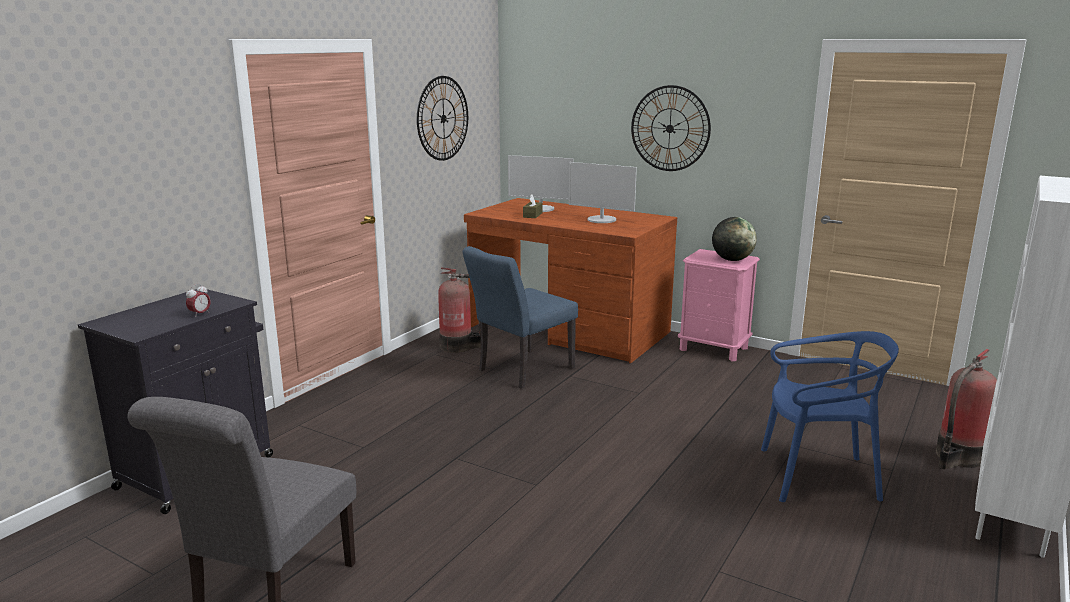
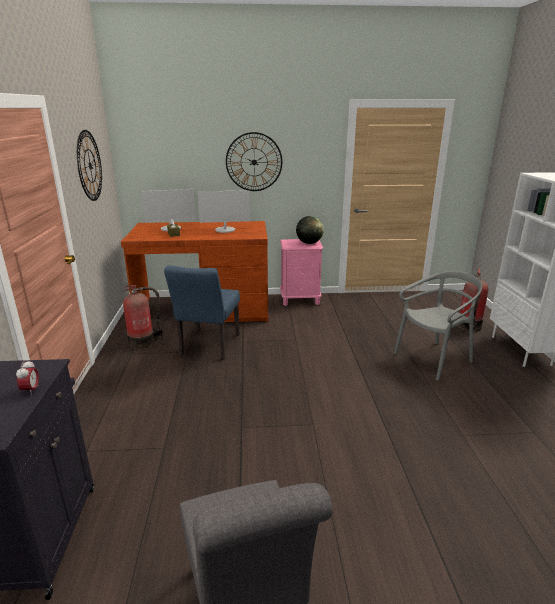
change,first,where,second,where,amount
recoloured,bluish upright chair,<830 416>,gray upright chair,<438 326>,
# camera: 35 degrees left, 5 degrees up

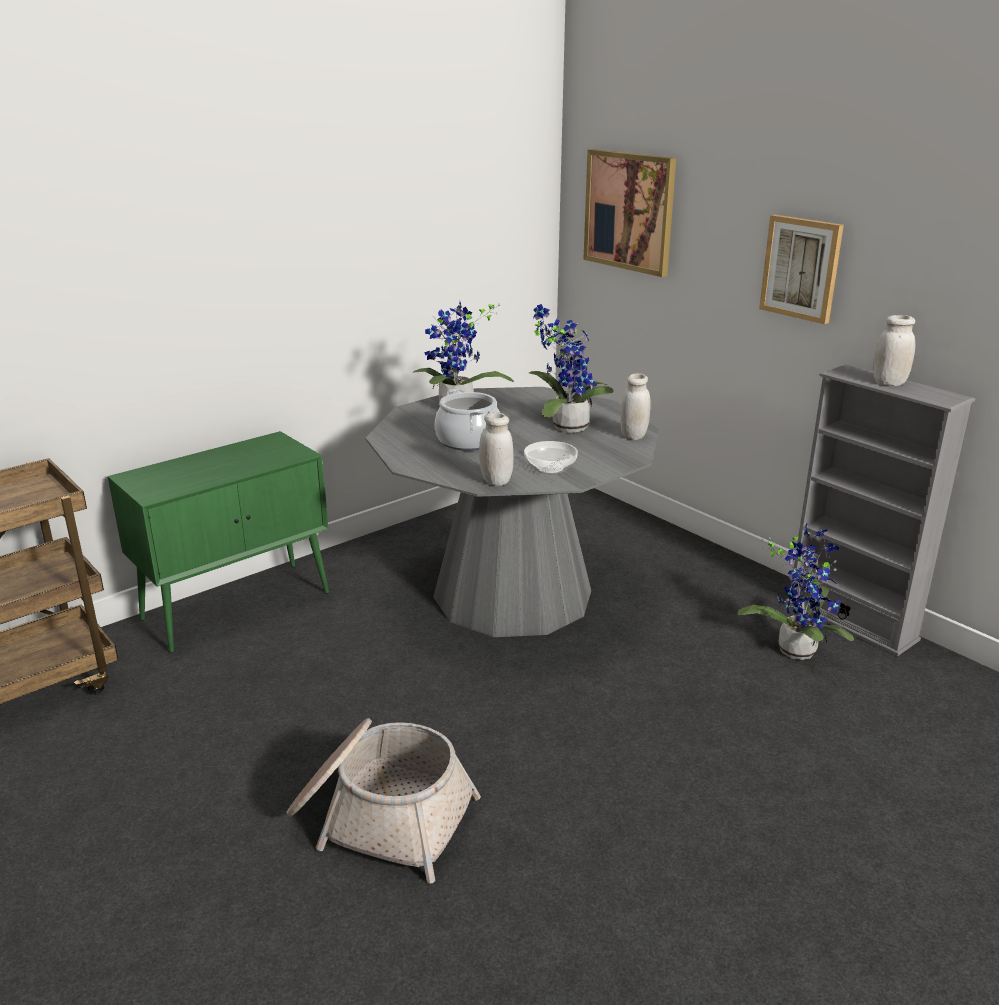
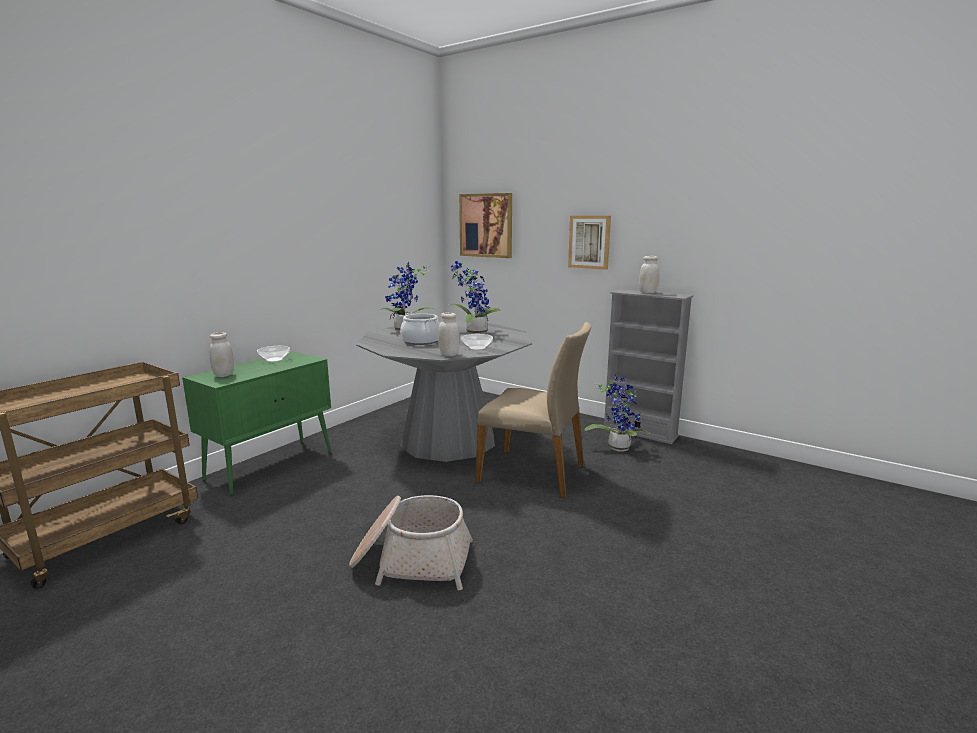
change,first,where,second,where,amount
moved,whitish preserve jar,<636 406>,,<221 354>,
added,,,sand-coloured upright chair,<533 410>,
added,,,deep dish,<273 354>,
# camera: 15 degrees left, 10 degrees down

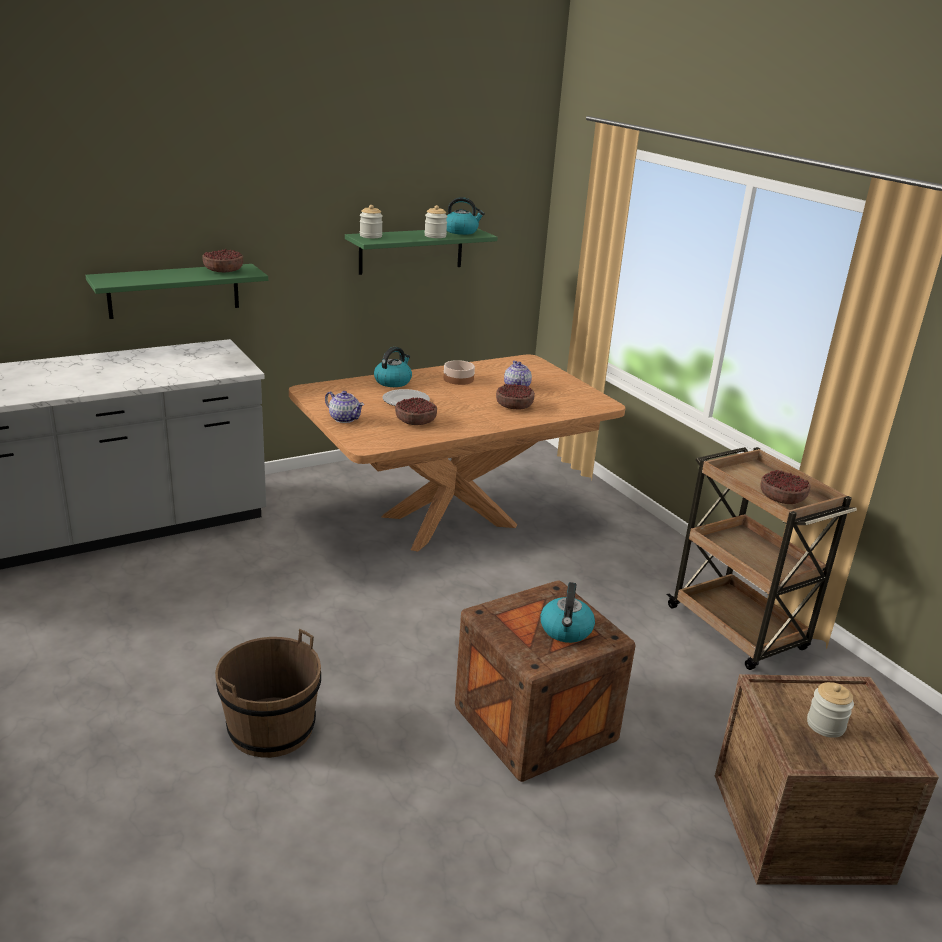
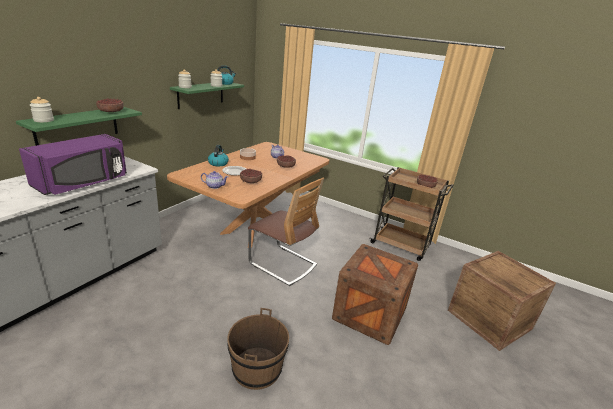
change,first,where,second,where,amount
removed,kettle,<568 612>,,,
moved,preserve jar,<830 710>,,<42 109>,
added,,,purple microwave,<73 164>,
added,,,upright chair,<286 232>,
# camera: 30 degrees left, 0 degrees up

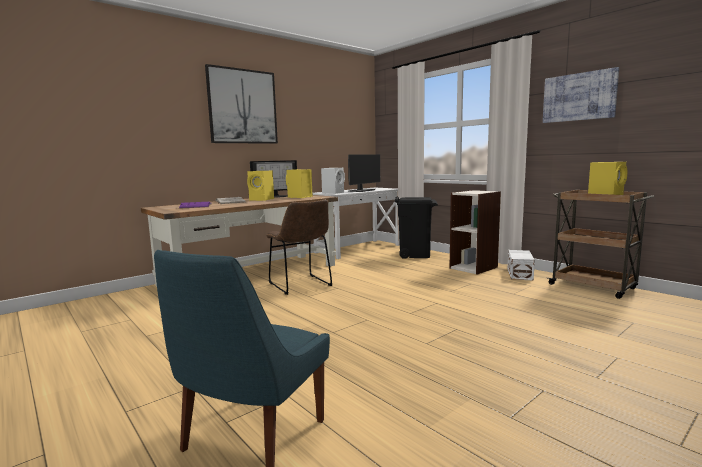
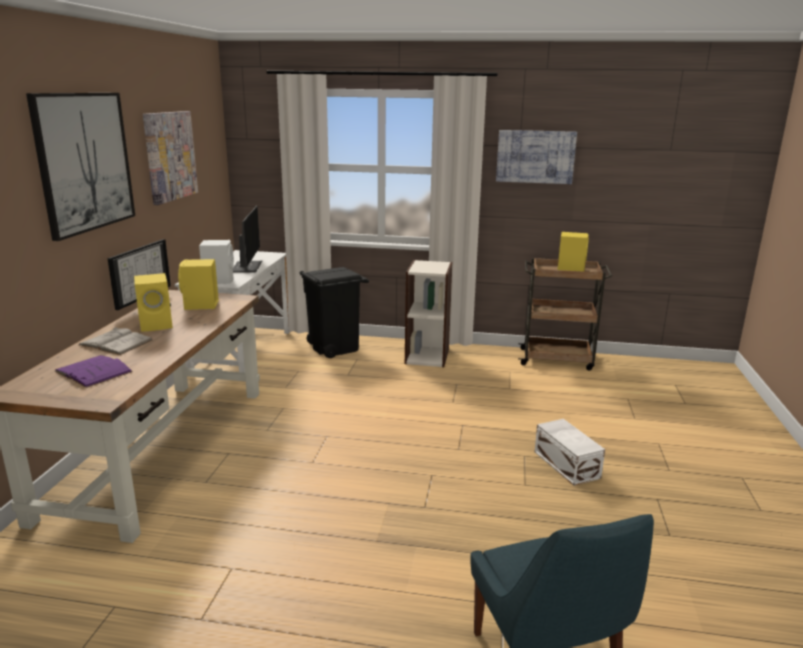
change,first,where,second,where,amount
removed,brownish upright chair,<299 247>,,,
moved,whitish storage bin,<521 265>,,<569 452>,
added,,,wall picture,<170 158>,
# camera: 40 degrees left, 10 degrees up

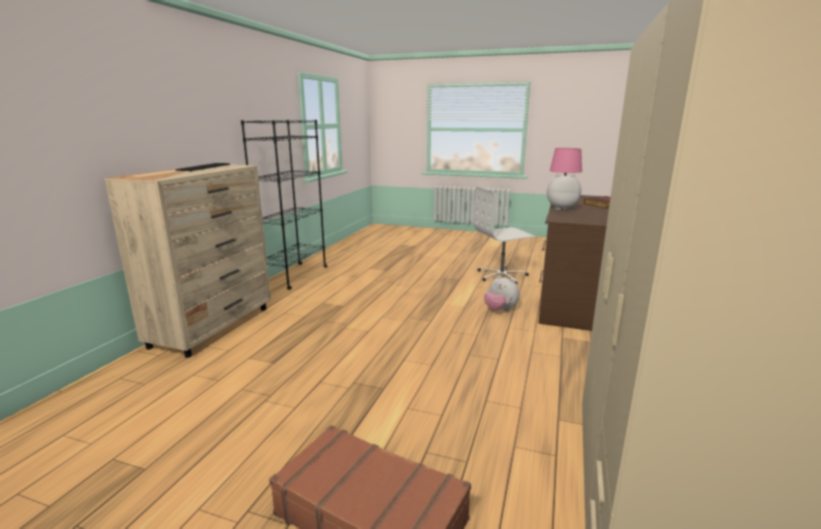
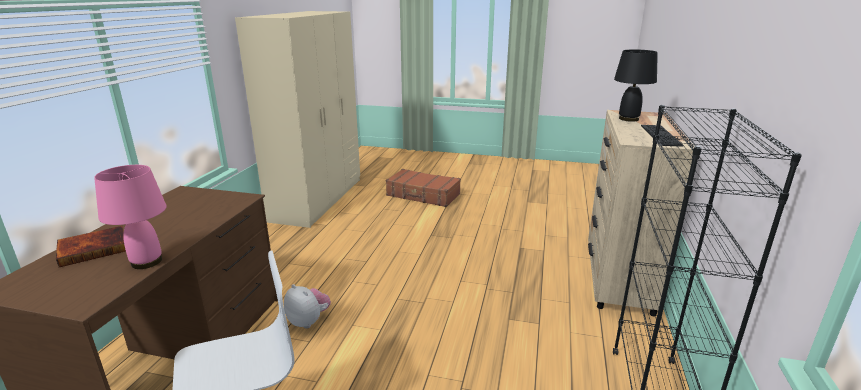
change,first,where,second,where,amount
removed,soft toy,<564 192>,,,
added,,,black tabletop lamp,<636 85>,
# camera: 175 degrees right, 5 degrees up

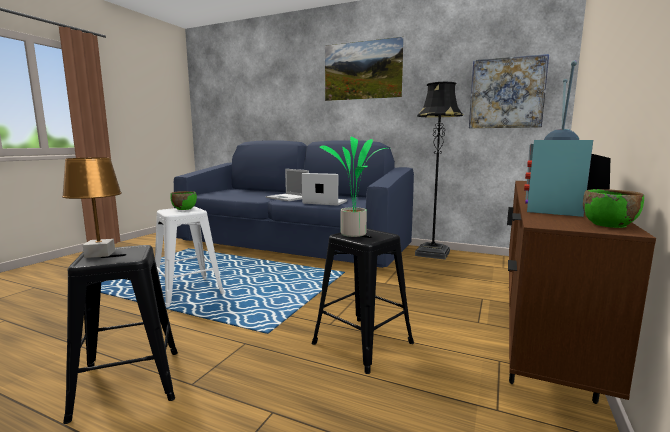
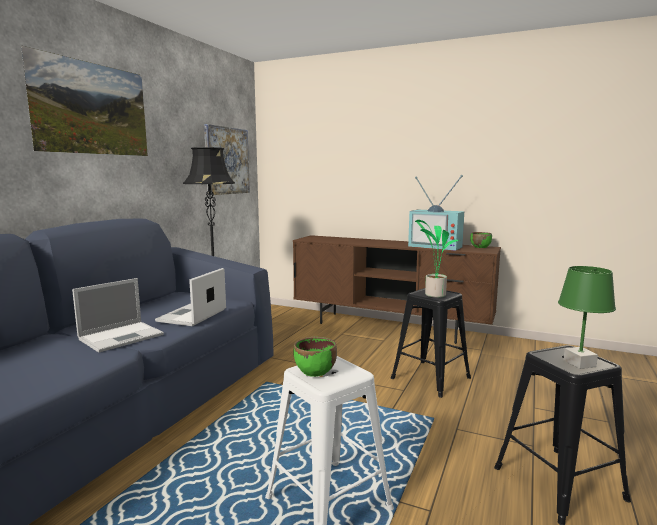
change,first,where,second,where,amount
recoloured,brownish tabletop lamp,<92 207>,greenish tabletop lamp,<587 317>,
# camera: 90 degrees left, 0 degrees up

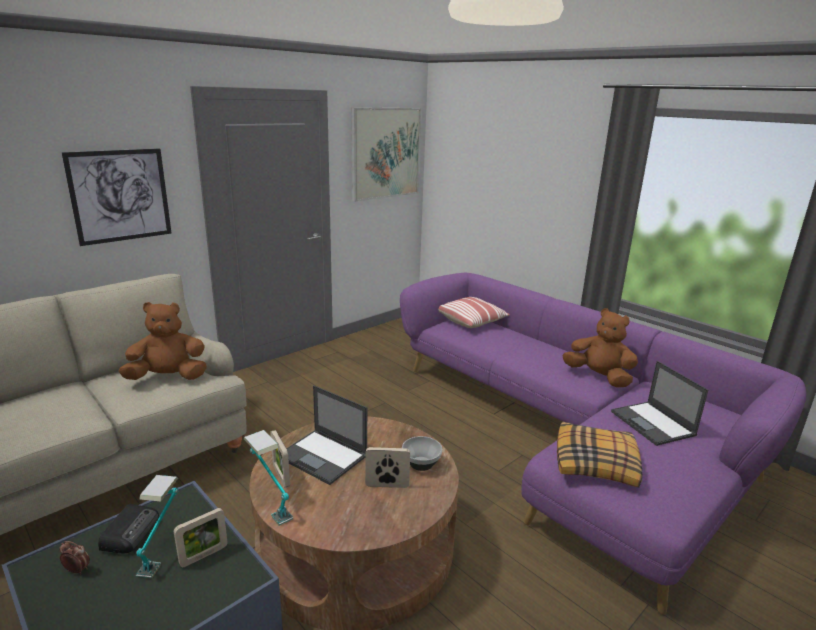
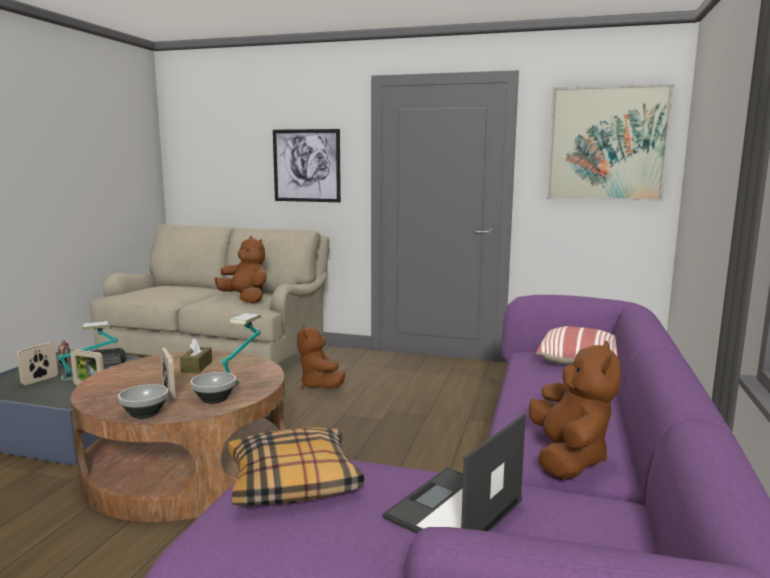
change,first,where,second,where,amount
replaced,notebook computer,<326 435>,brownish tissue holder,<196 355>,
moved,tabletop lamp,<268 477>,,<241 350>,
moved,photo frame,<280 459>,,<37 364>,
added,,,brownish soft toy,<321 357>,
added,,,deep dish,<143 401>,
# camera: 60 degrees right, 10 degrees down

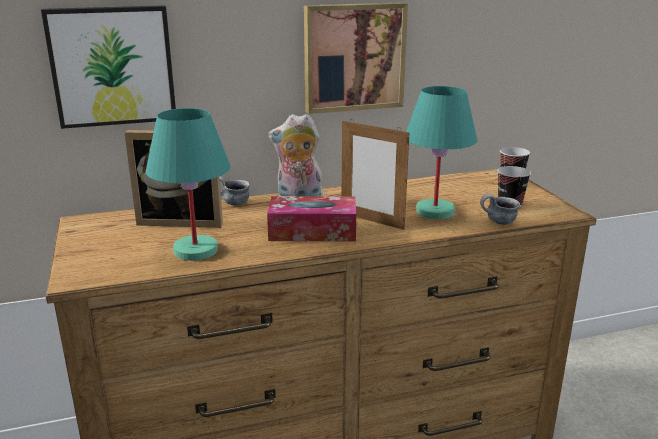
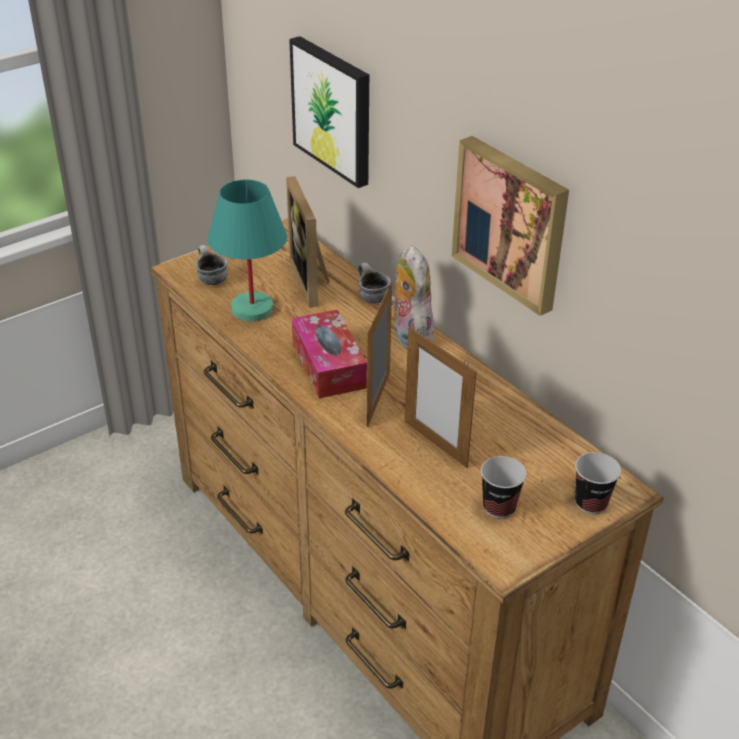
change,first,where,second,where,amount
replaced,turquoise-coloured tabletop lamp,<441 152>,photo frame,<441 397>,
moved,coffee mug,<500 209>,,<212 265>,
# camera: 70 degrees right, 15 degrees up

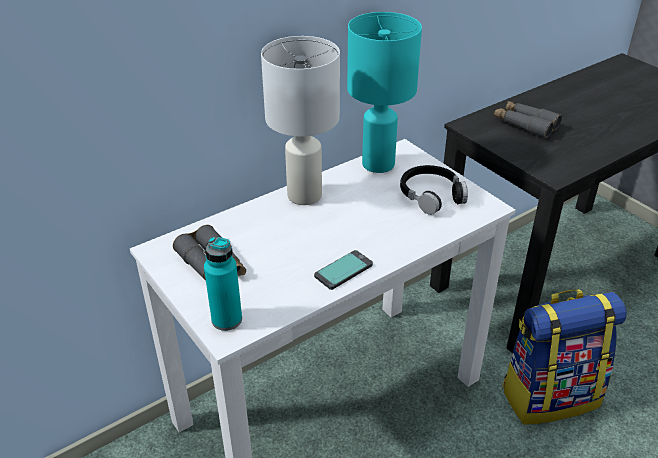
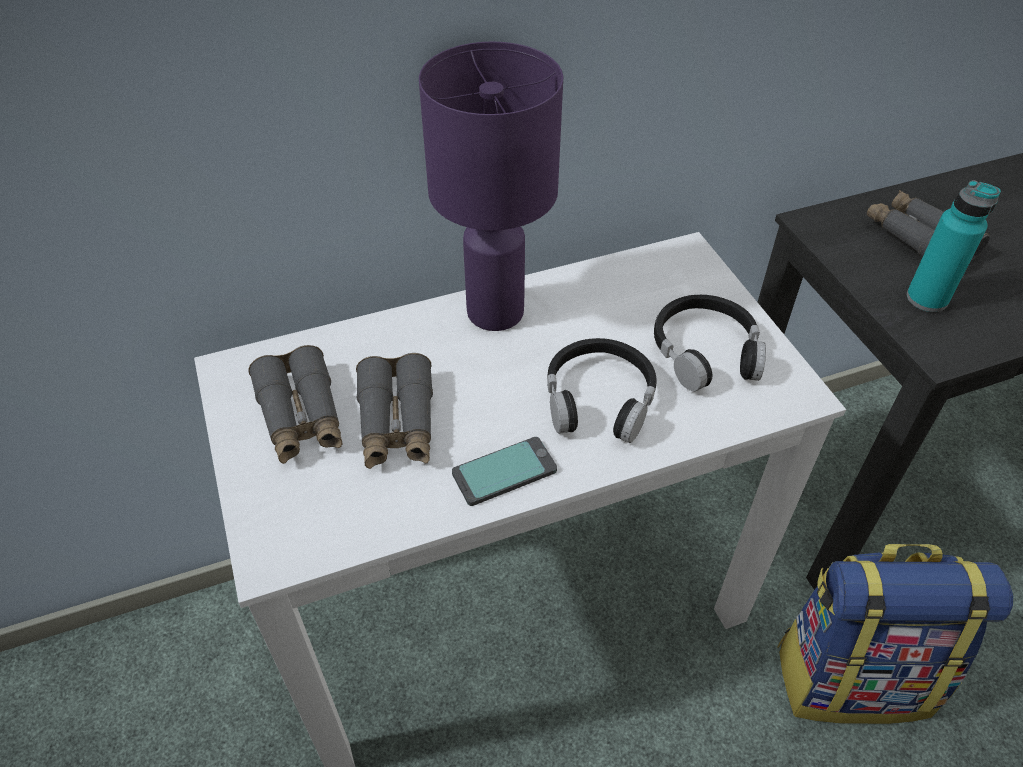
change,first,where,second,where,amount
removed,turquoise-coloured tabletop lamp,<384 92>,,,
recoloured,whitish tabletop lamp,<300 120>,purple tabletop lamp,<491 186>,
moved,turquoise-coloured beverage bottle,<223 284>,,<954 246>,
added,,,black pair of headphones,<602 390>,
added,,,gray binoculars,<394 411>,
# camera: 15 degrees right, 10 degrees up

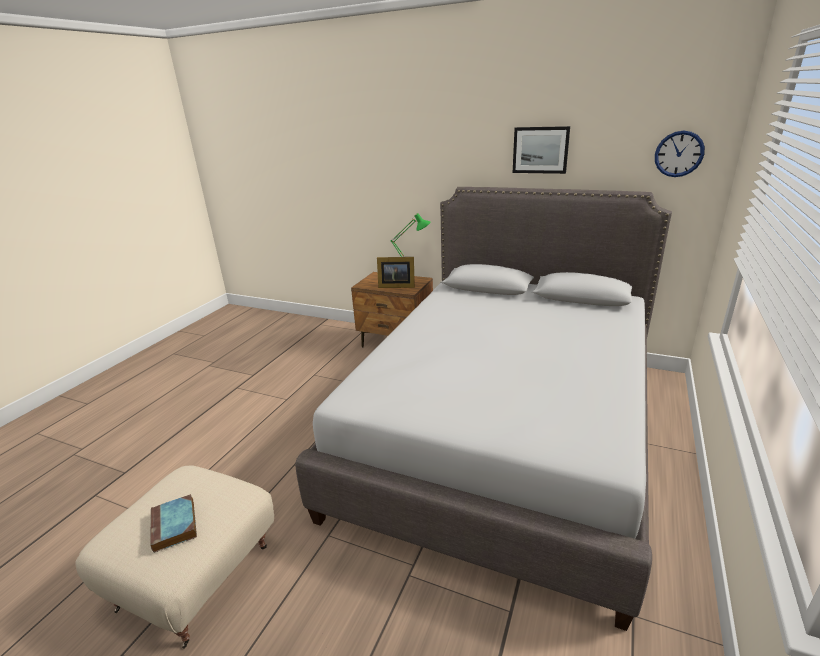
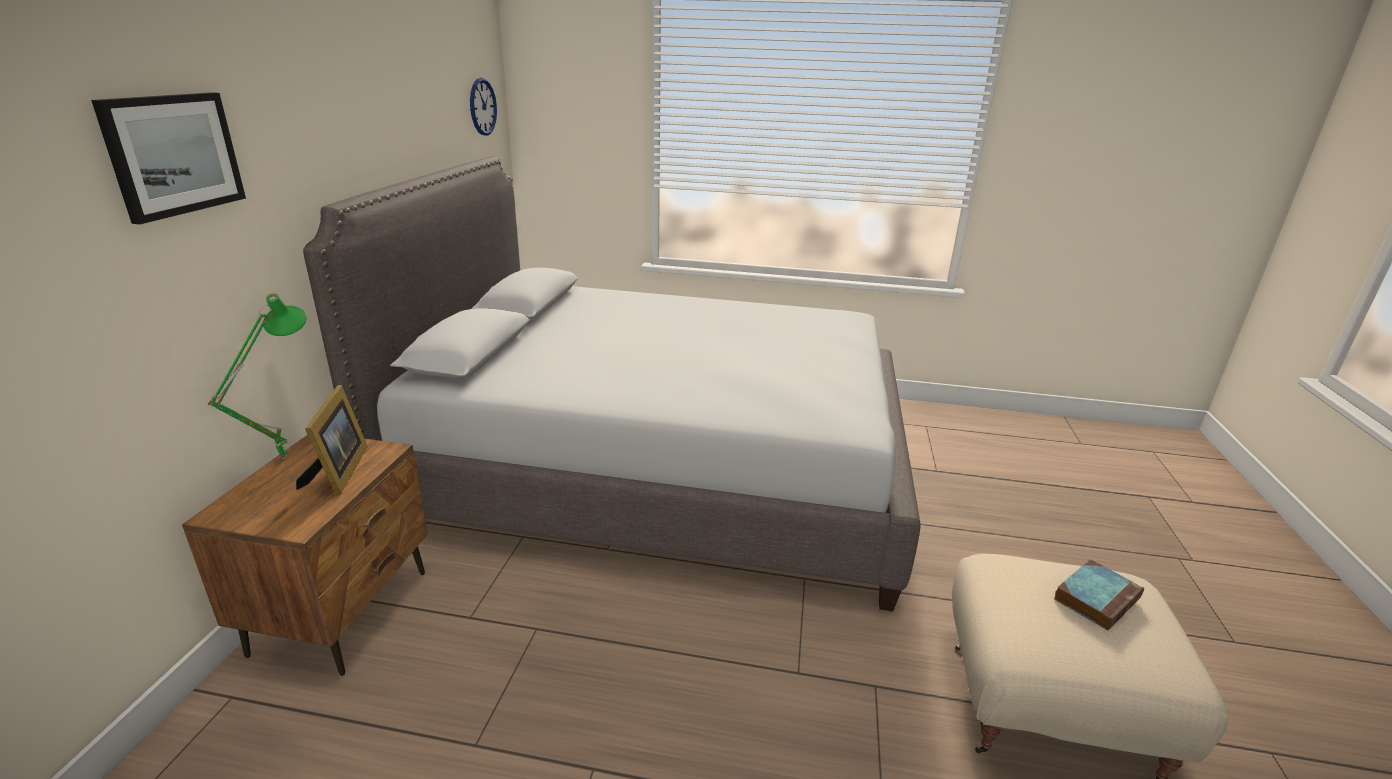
change,first,where,second,where,amount
moved,wall picture,<541 150>,,<168 158>,
# camera: 105 degrees left, 0 degrees up

